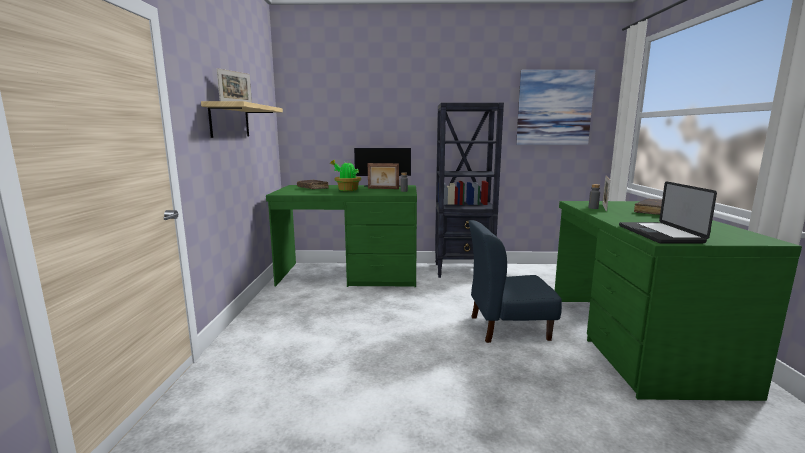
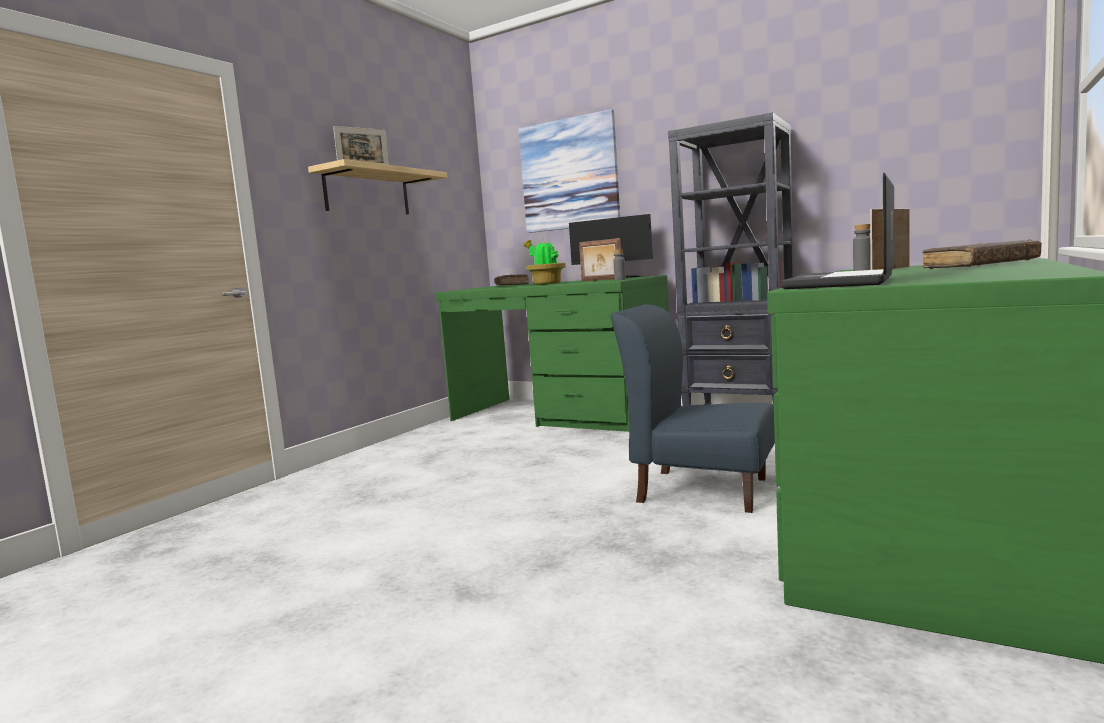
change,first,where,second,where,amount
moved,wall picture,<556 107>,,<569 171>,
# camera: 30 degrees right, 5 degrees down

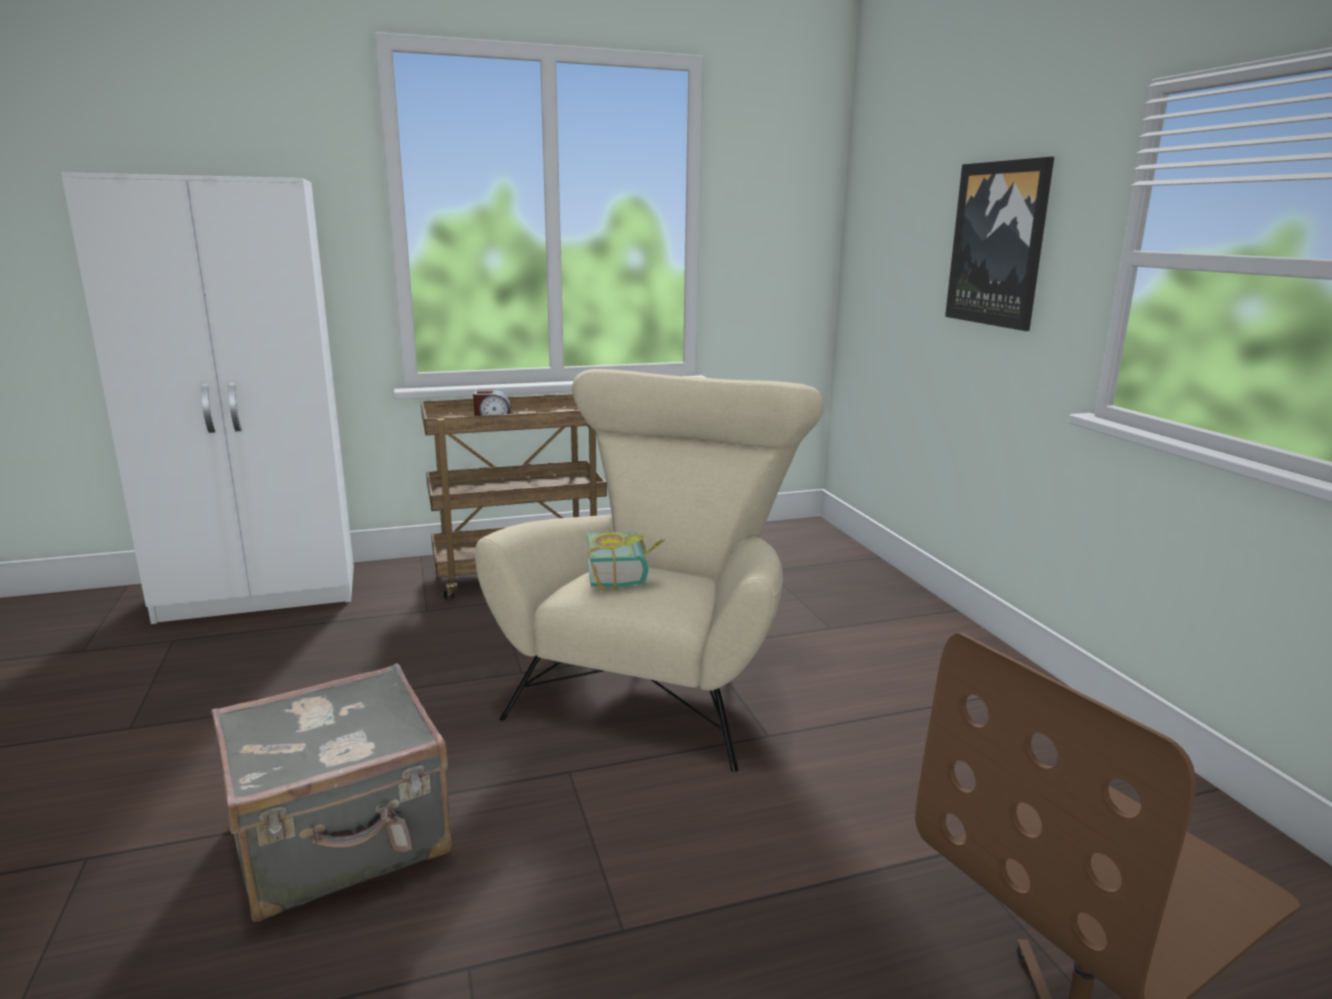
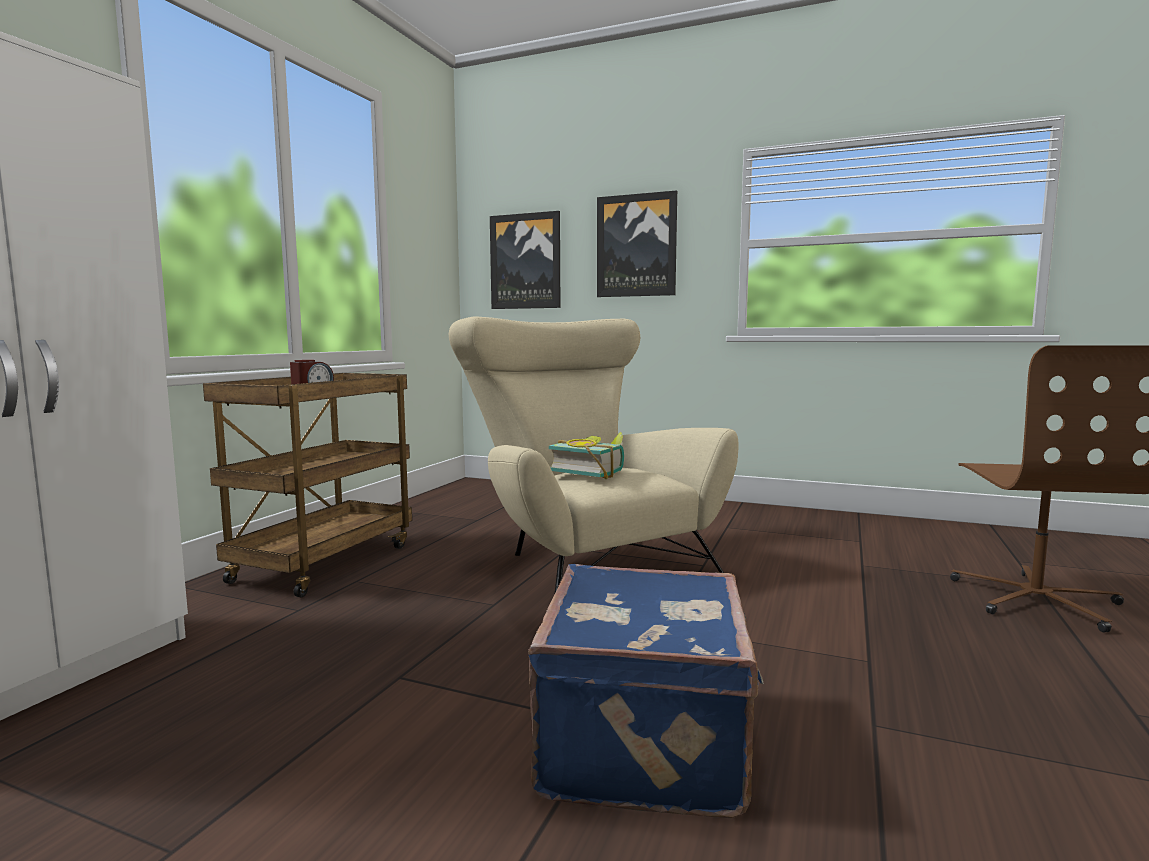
change,first,where,second,where,amount
recoloured,gray suitcase,<331 792>,bluish suitcase,<646 691>,
added,,,wall picture,<525 260>,
# camera: 50 degrees left, 10 degrees down

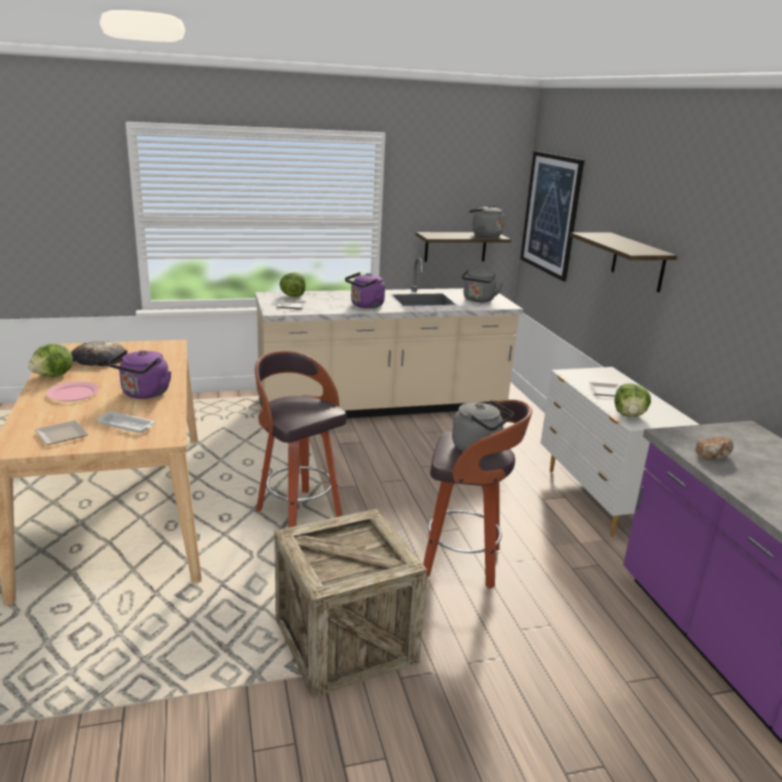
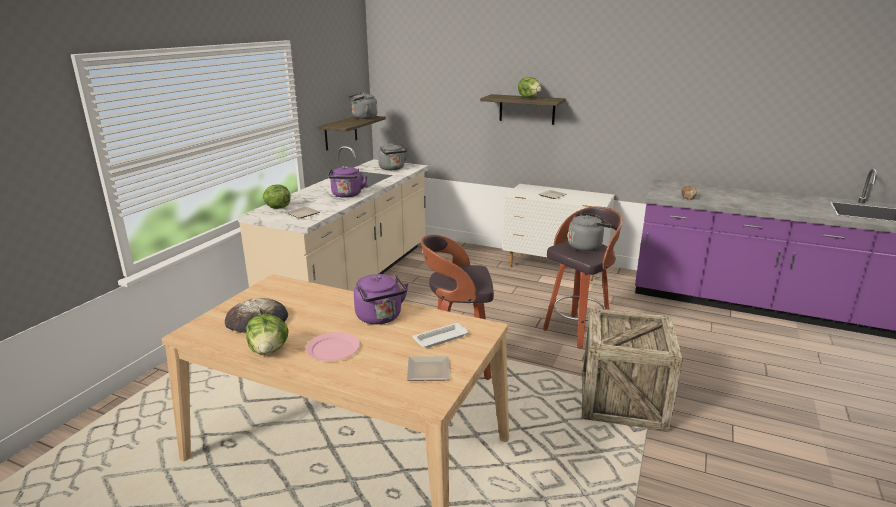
change,first,where,second,where,amount
removed,wall picture,<552 216>,,,
moved,lettuce,<632 400>,,<529 87>,
# camera: 50 degrees left, 0 degrees up

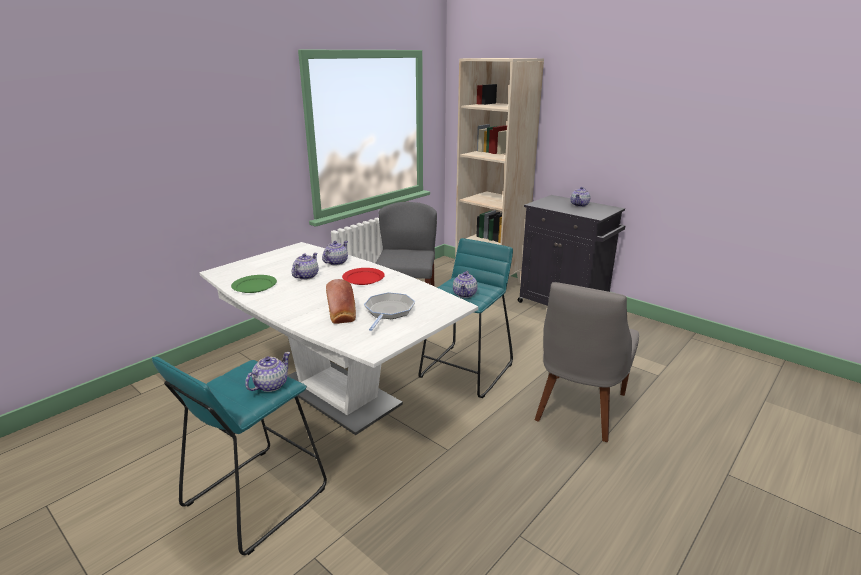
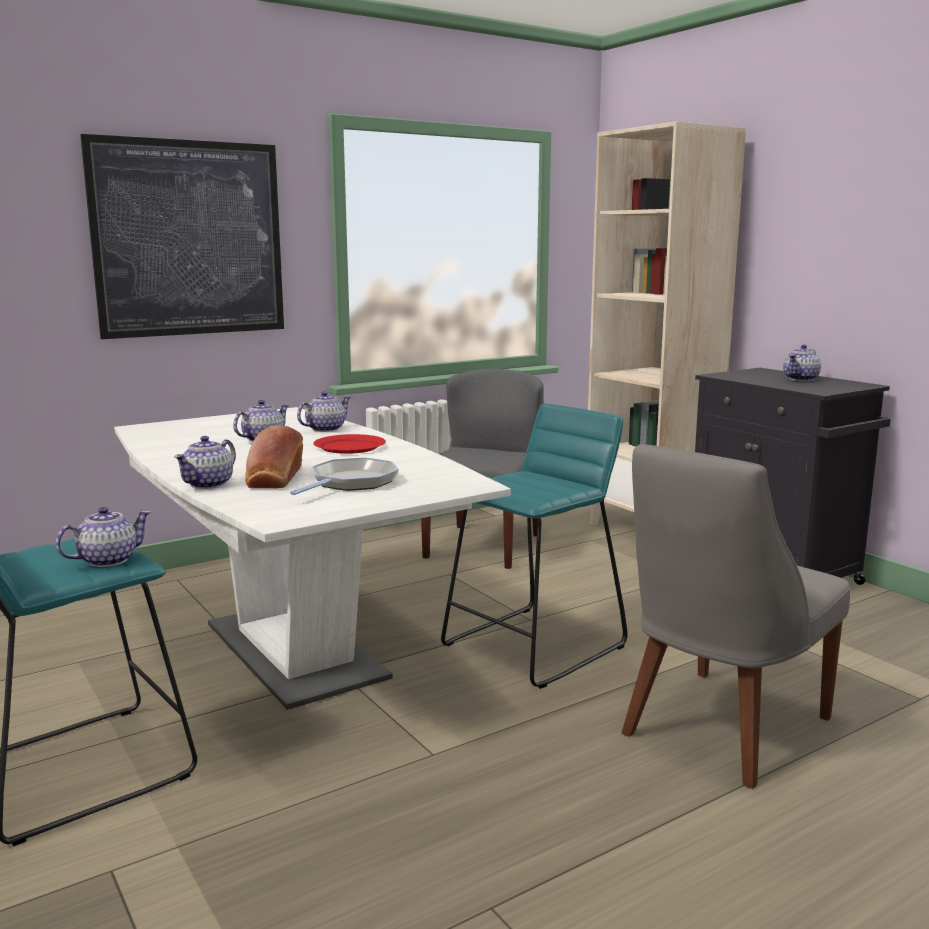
change,first,where,second,where,amount
moved,pot for tea,<465 284>,,<205 462>,
removed,greenish dinner plate,<254 284>,,,
added,,,wall picture,<182 236>,
# camera: 15 degrees right, 10 degrees down

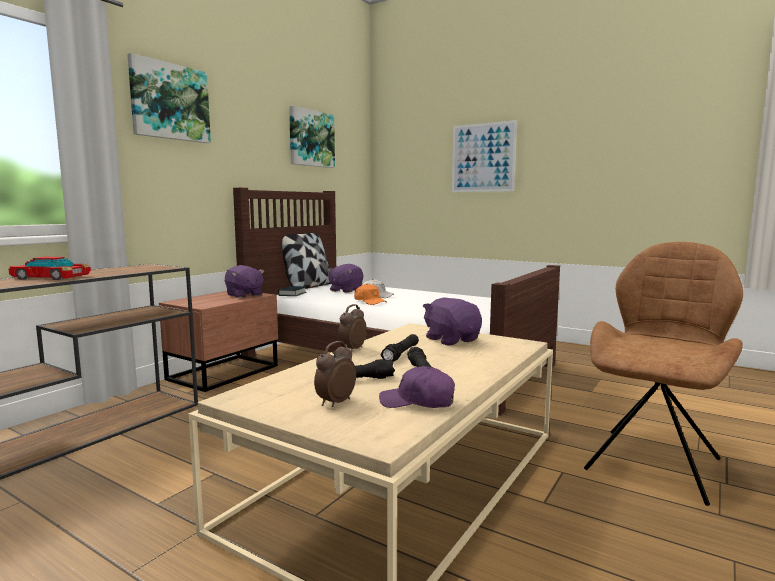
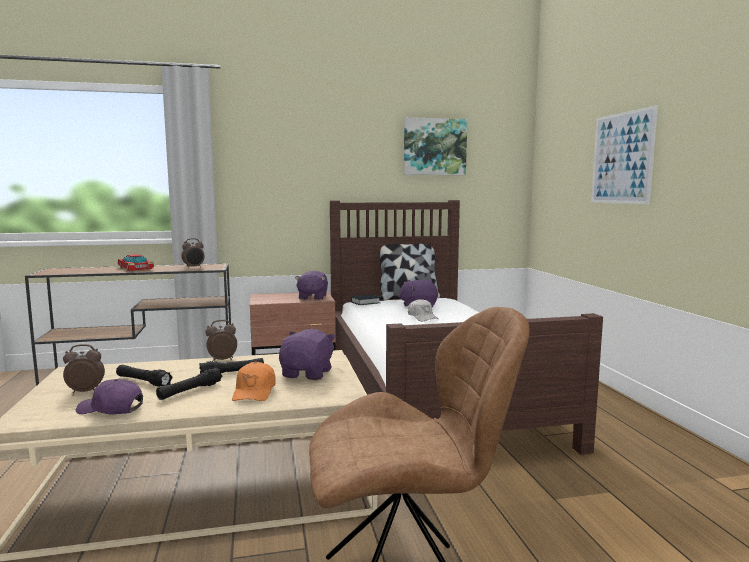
change,first,where,second,where,amount
removed,wall picture,<169 98>,,,
moved,orange-coloured baseball cap,<370 294>,,<254 381>,
turned,purple baseball cap,<417 387>,,<109 397>,45 degrees counterclockwise
added,,,alarm clock,<192 253>,
# camera: 45 degrees right, 0 degrees up

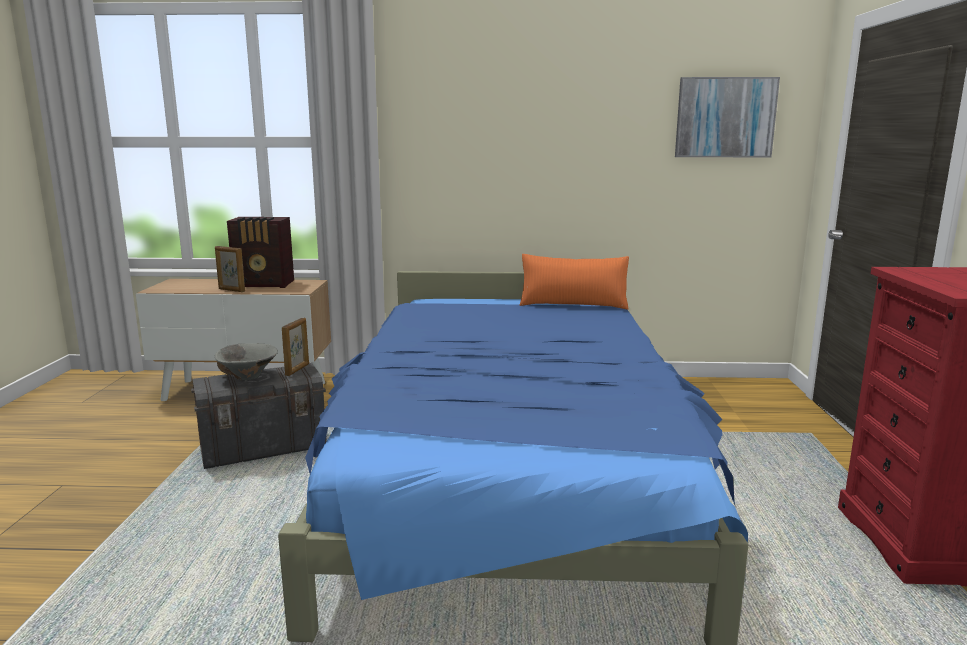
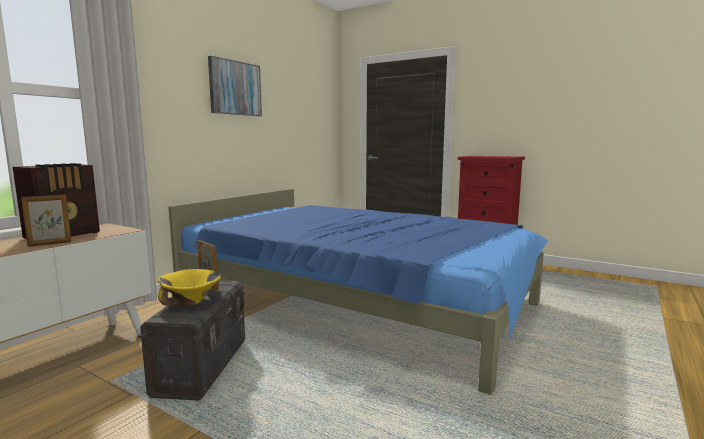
change,first,where,second,where,amount
moved,wall picture,<727 117>,,<235 86>,
removed,orange-coloured throw pillow,<574 282>,,,
recoloured,gray deep dish,<246 361>,yellowish deep dish,<189 287>,
# camera: 60 degrees left, 5 degrees down

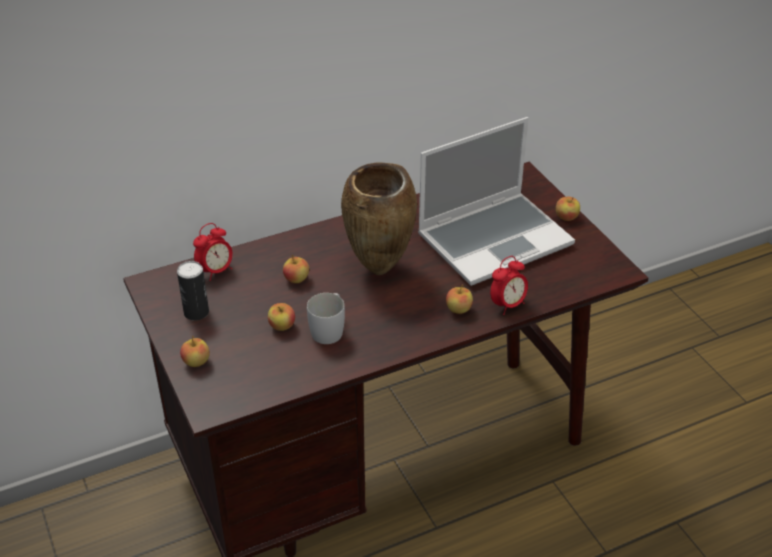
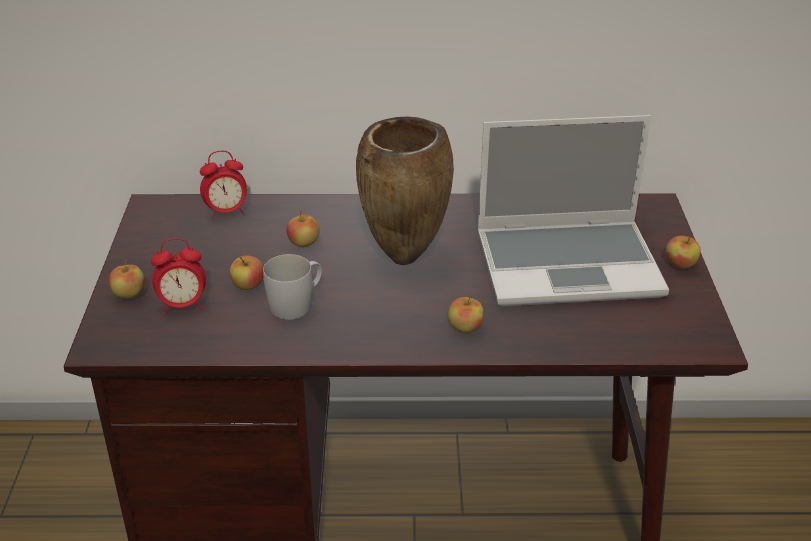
change,first,where,second,where,amount
moved,alarm clock,<509 285>,,<178 276>,
removed,sealed can,<193 291>,,,
# camera: 25 degrees right, 5 degrees down

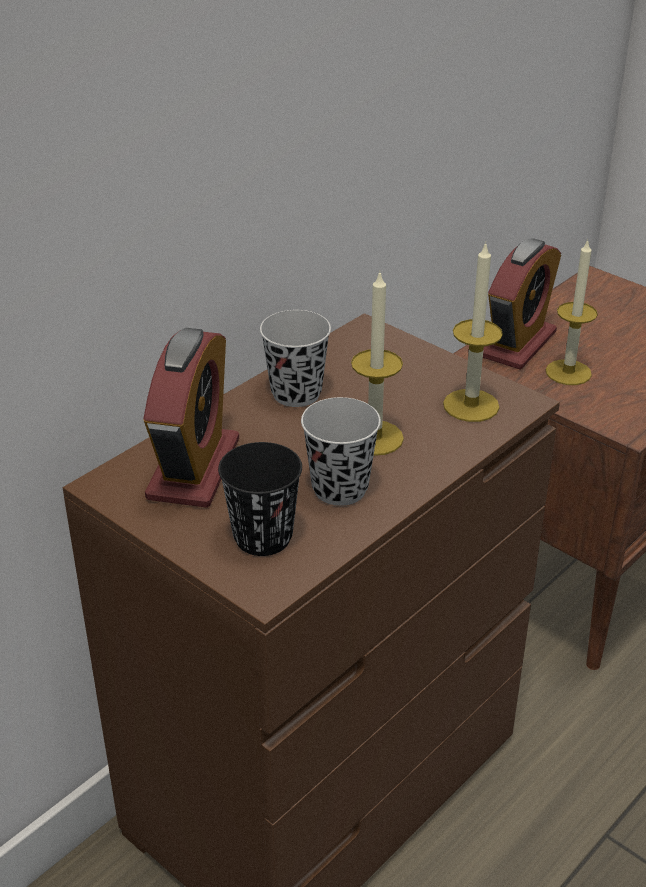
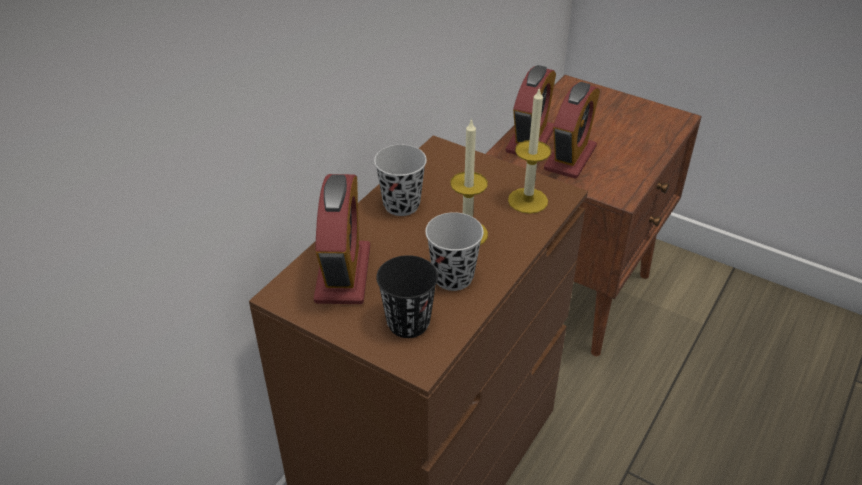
change,first,where,second,where,amount
replaced,wax light,<572 312>,alarm clock,<572 130>,
# camera: 10 degrees left, 5 degrees up

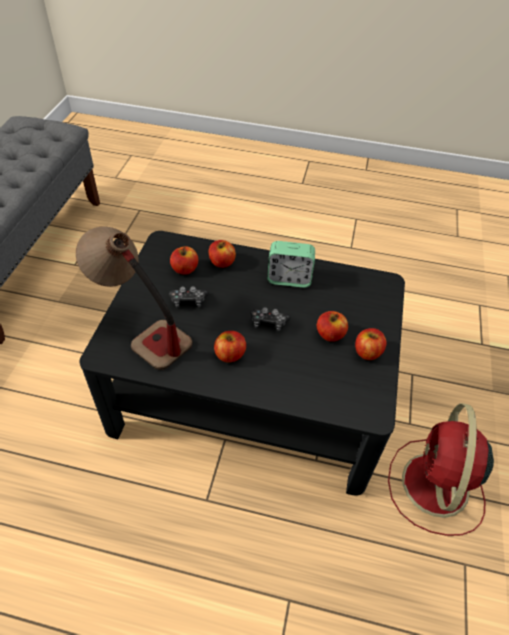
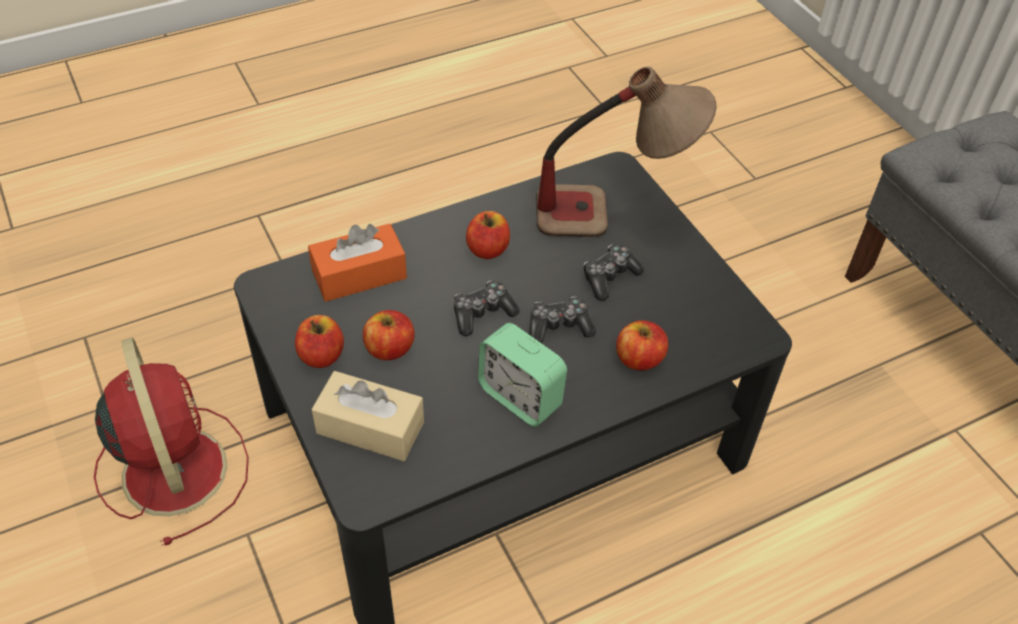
change,first,where,second,where,amount
turned,alarm clock,<291 264>,,<522 375>,105 degrees counterclockwise
removed,whole apple,<184 260>,,,
added,,,orange-coloured tissue holder,<357 263>,
added,,,gamepad,<562 320>,
added,,,sand-coloured tissue holder,<368 416>,
# camera: 140 degrees right, 0 degrees up

